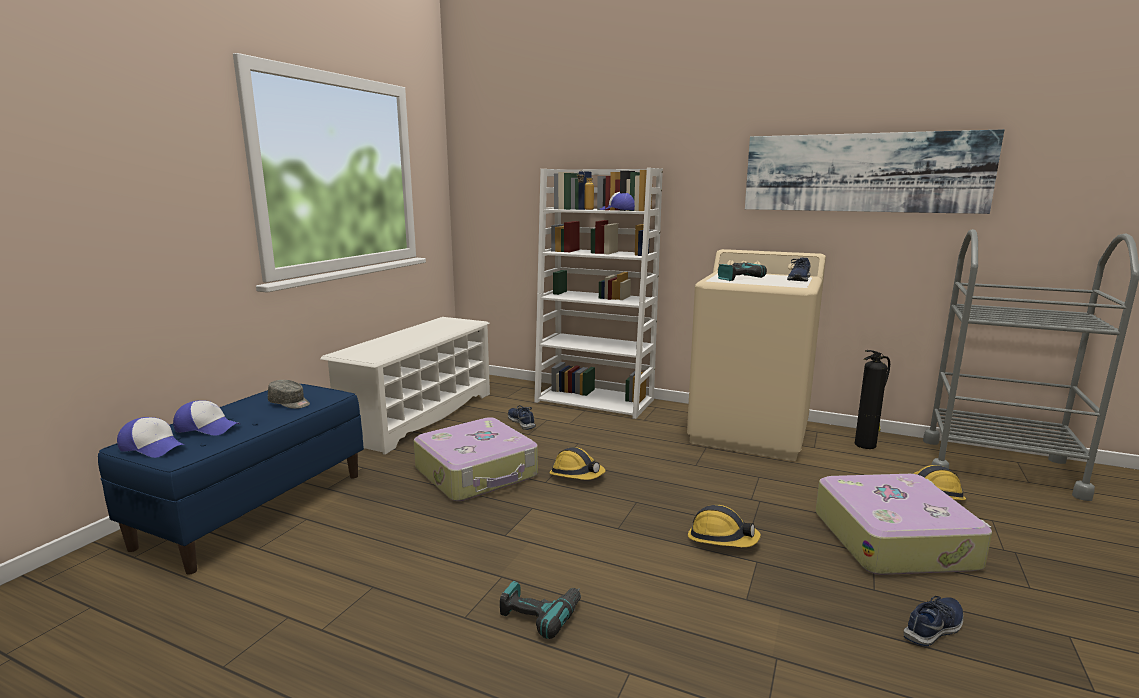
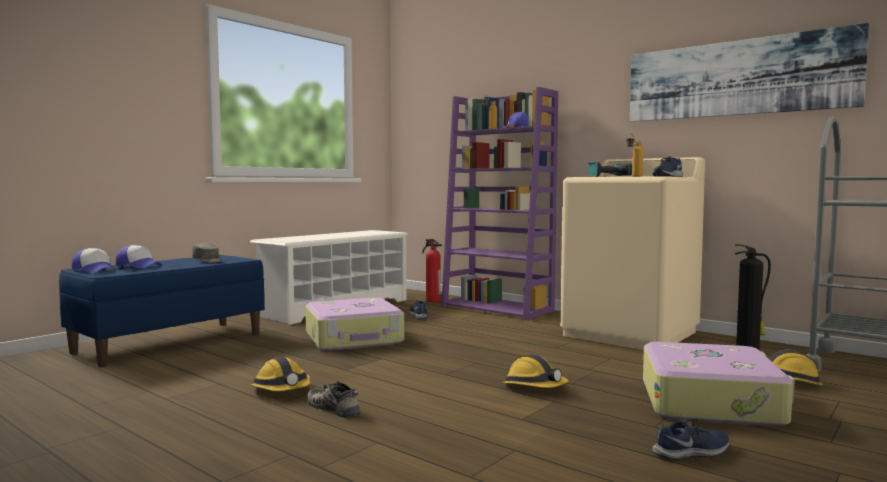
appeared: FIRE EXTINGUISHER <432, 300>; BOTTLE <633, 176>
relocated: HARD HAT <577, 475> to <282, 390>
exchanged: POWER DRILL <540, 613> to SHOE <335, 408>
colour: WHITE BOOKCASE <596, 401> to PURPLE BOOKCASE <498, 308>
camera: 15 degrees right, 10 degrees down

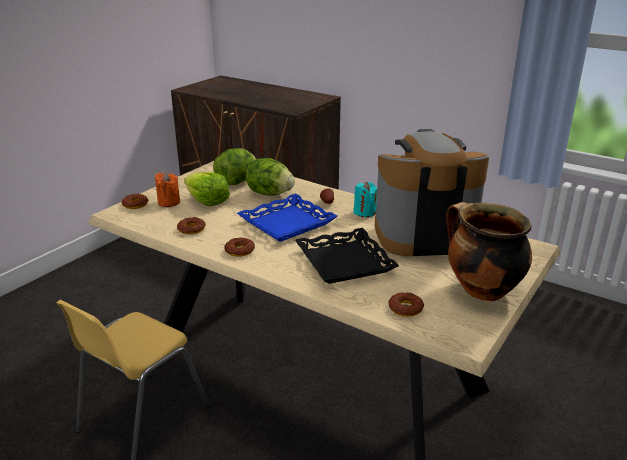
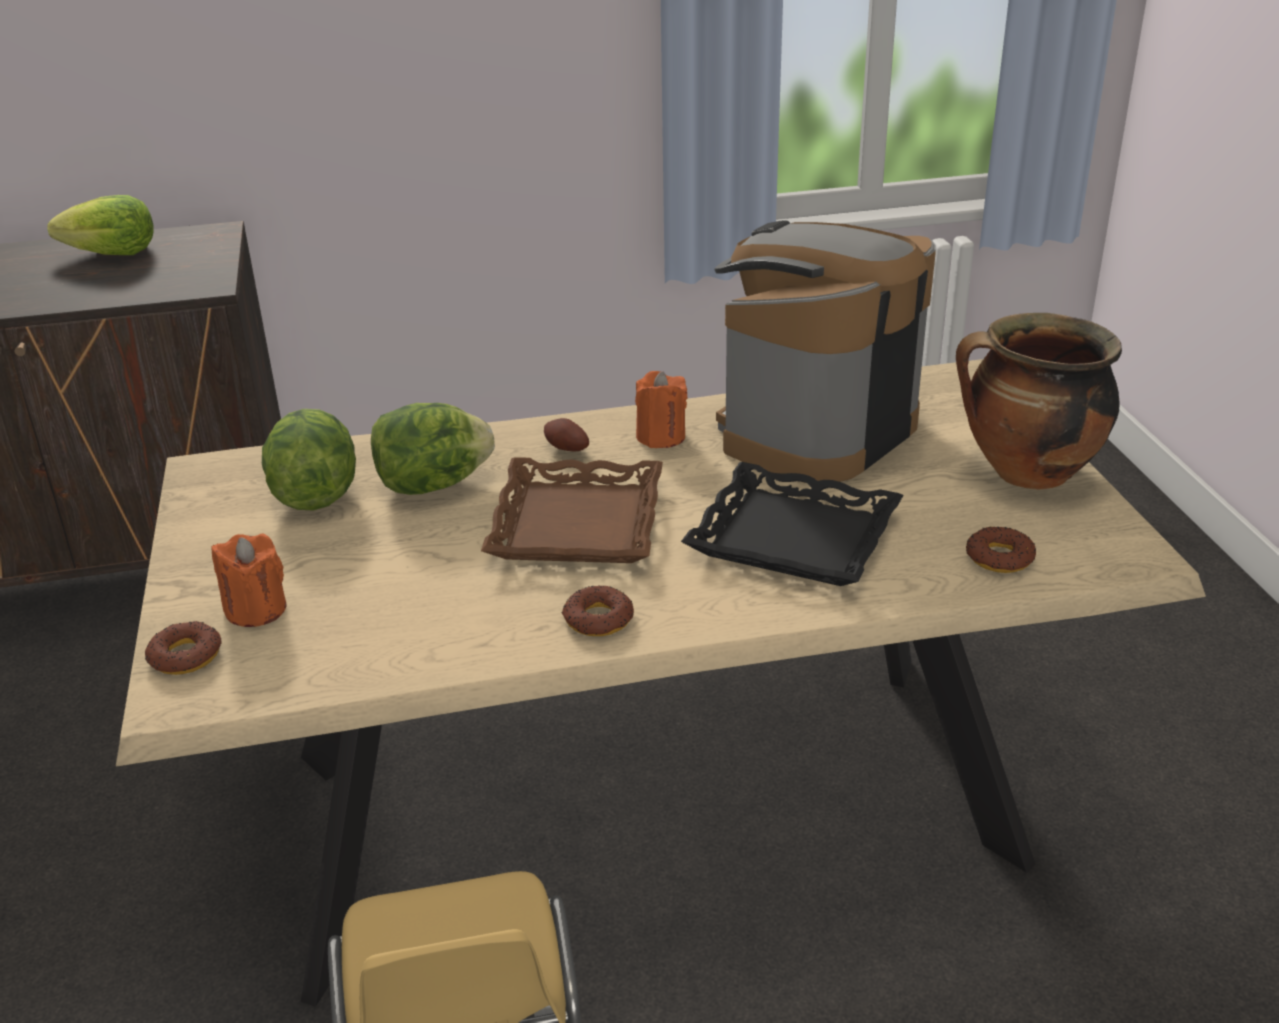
missing: DONUT <191, 229>
relocated: LETTUCE <207, 201> to <113, 254>
colour: BLUE TRAY <287, 223> to BROWN TRAY <579, 524>; TURQUOISE CANDLE <364, 212> to ORANGE CANDLE <661, 437>
camera: 45 degrees left, 5 degrees up

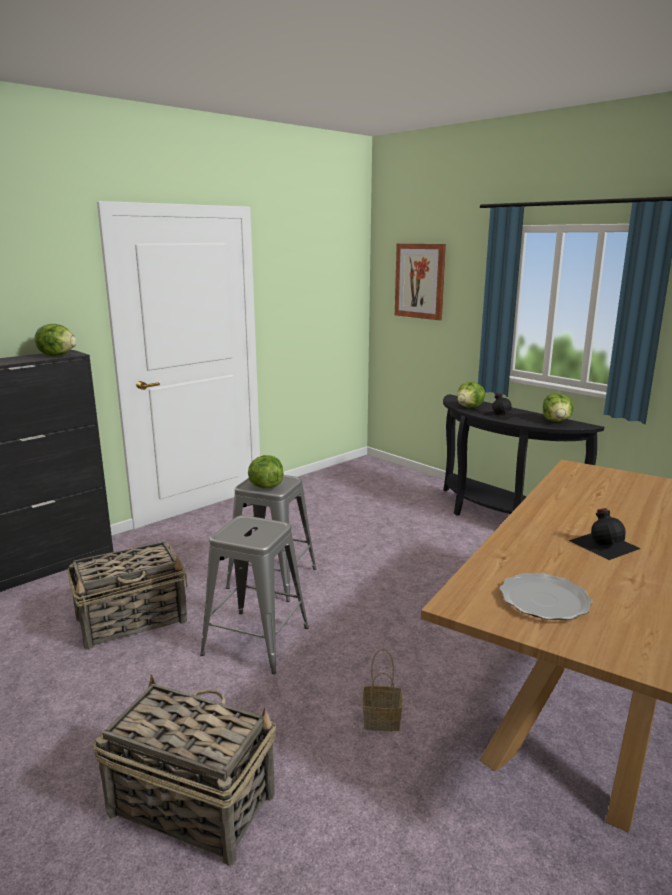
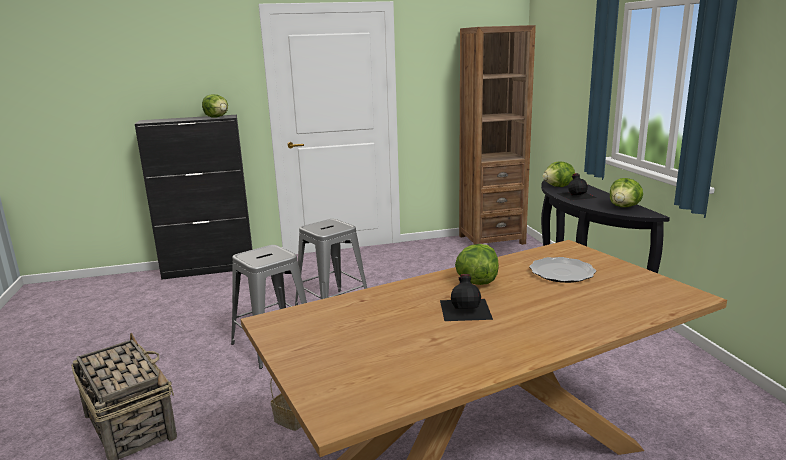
missing: BASKET <133, 620>; PICTURE <420, 281>
appeared: BROWN BOOKCASE <491, 239>
relocated: LETTUCE <265, 487> to <476, 282>; PLATE <544, 600> to <562, 272>
camera: 30 degrees right, 0 degrees up

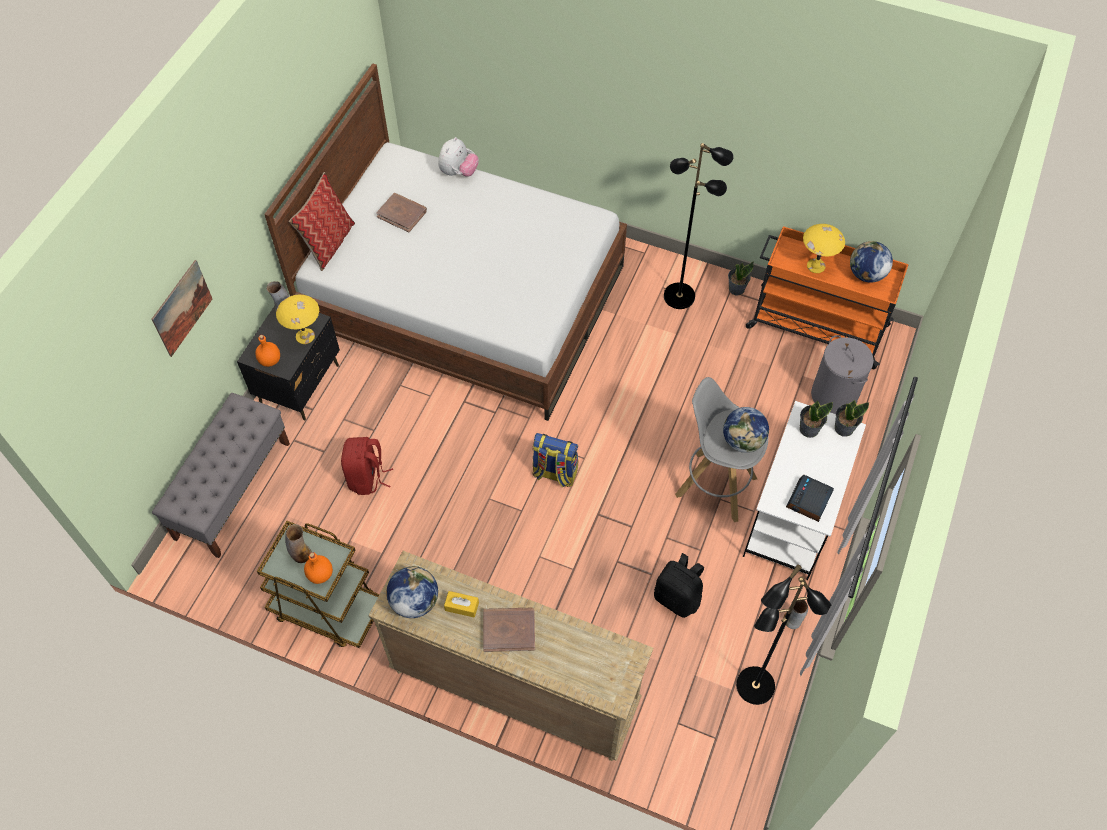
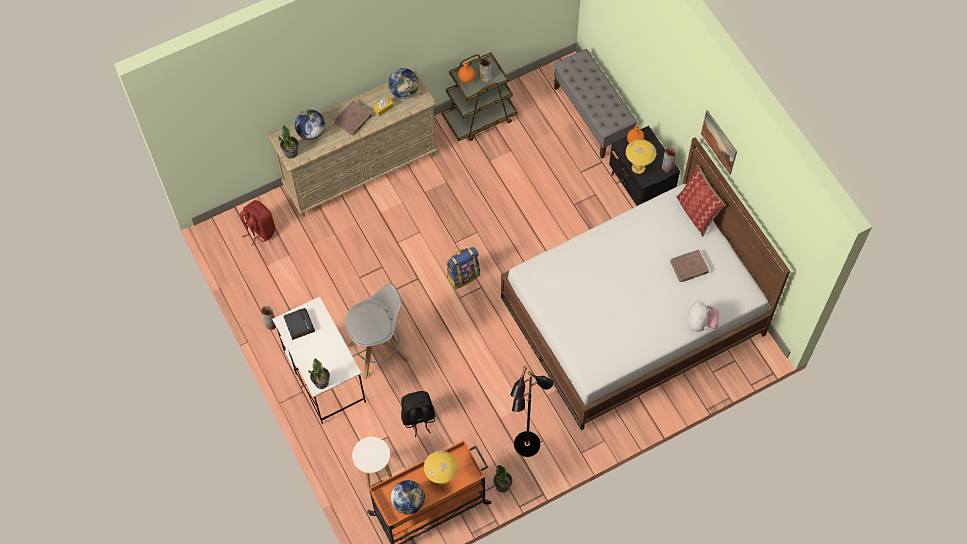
missing: BLACK FLOOR LAMP <755, 687>
relocated: PICTURE <182, 308> to <719, 142>; RED BACKPACK <367, 478> to <259, 230>; BLACK BACKPACK <678, 597> to <418, 418>; GLOBE <743, 441> to <311, 132>; POTTED PLANT <808, 429> to <291, 152>
exchanged: GREY LAUNDRY BASKET <834, 395> to WHITE STOOL <374, 472>
spun: PLUSH TOY <458, 172> = <700, 323> 150 degrees counterclockwise
camera: 130 degrees right, 5 degrees up

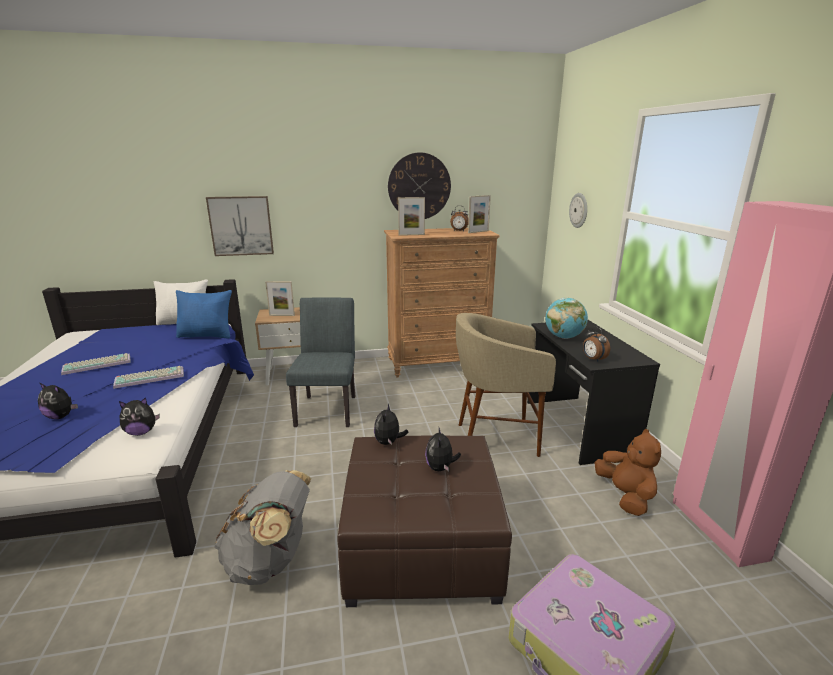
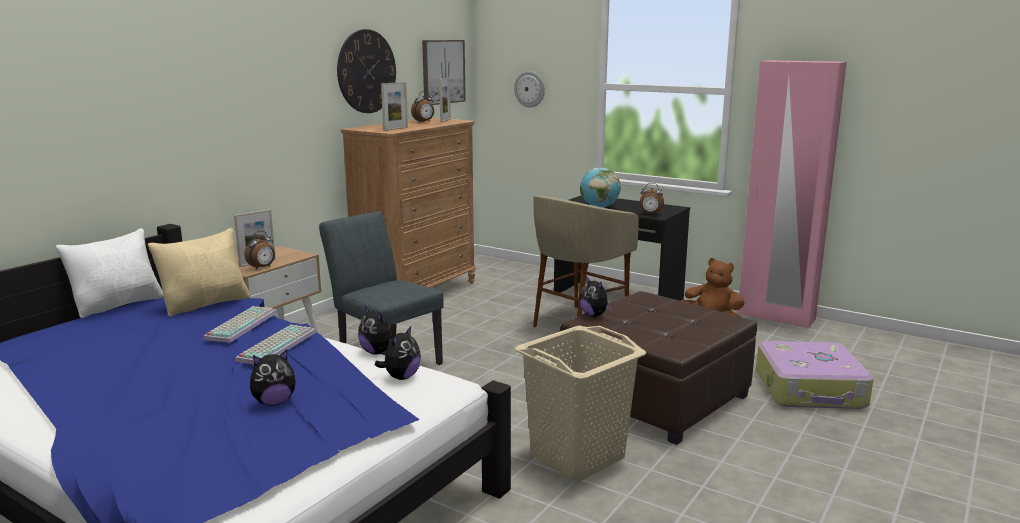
appeared: ALARM CLOCK <262, 267>
relocated: KEYBOARD <98, 364> to <241, 325>; PICTURE <241, 226> to <442, 72>; PLUSH TOY <440, 468> to <378, 352>
exchanged: GREY BACKPACK <270, 560> to BEIGE LAUNDRY BASKET <578, 457>
colour: BLUE PILLOW <207, 335> to BEIGE PILLOW <206, 304>
camera: 45 degrees left, 5 degrees down

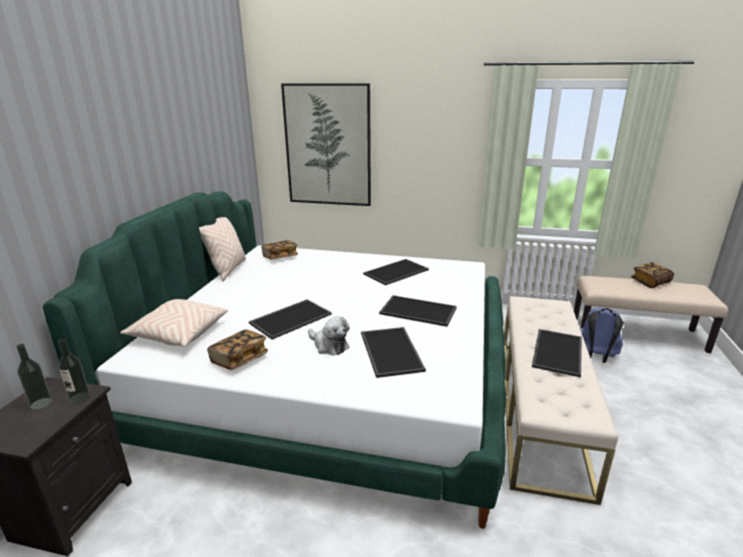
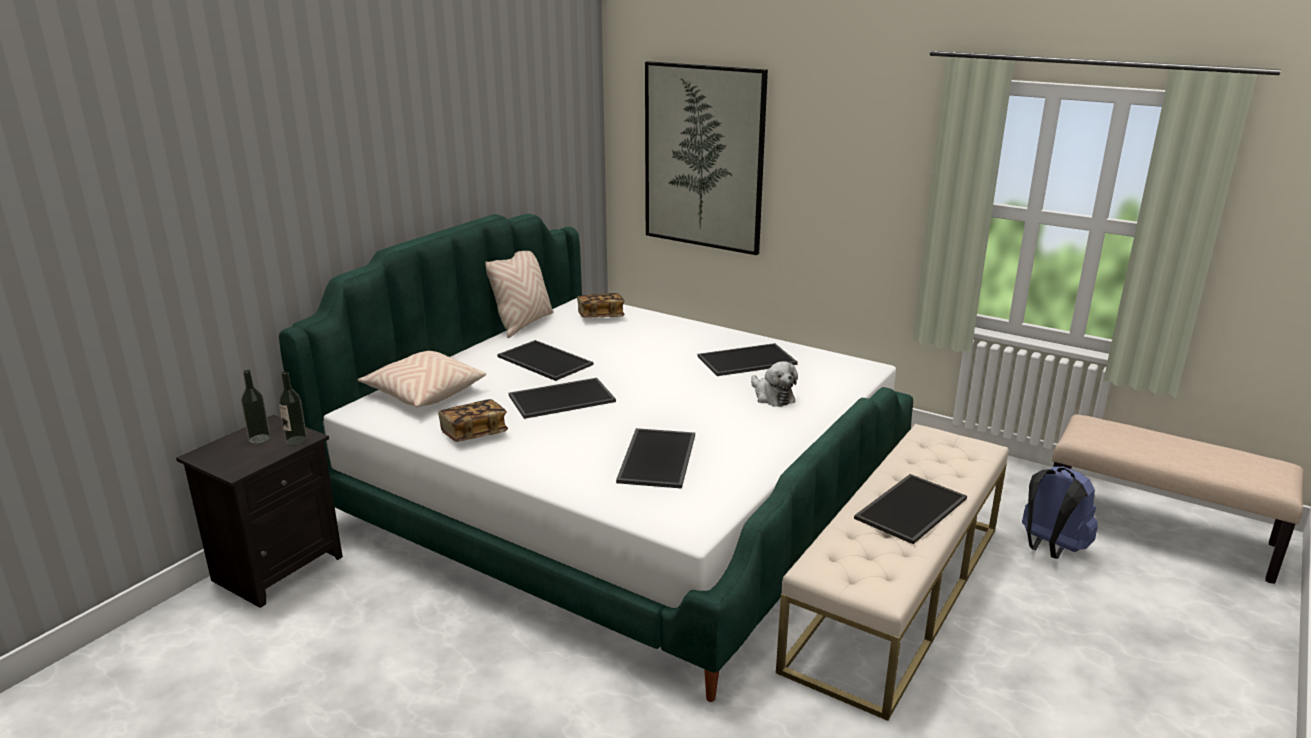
missing: BOOK <650, 282>
relocated: PLUSH TOY <329, 345> to <772, 396>; TRAY <417, 311> to <543, 361>
camera: 20 degrees right, 0 degrees up

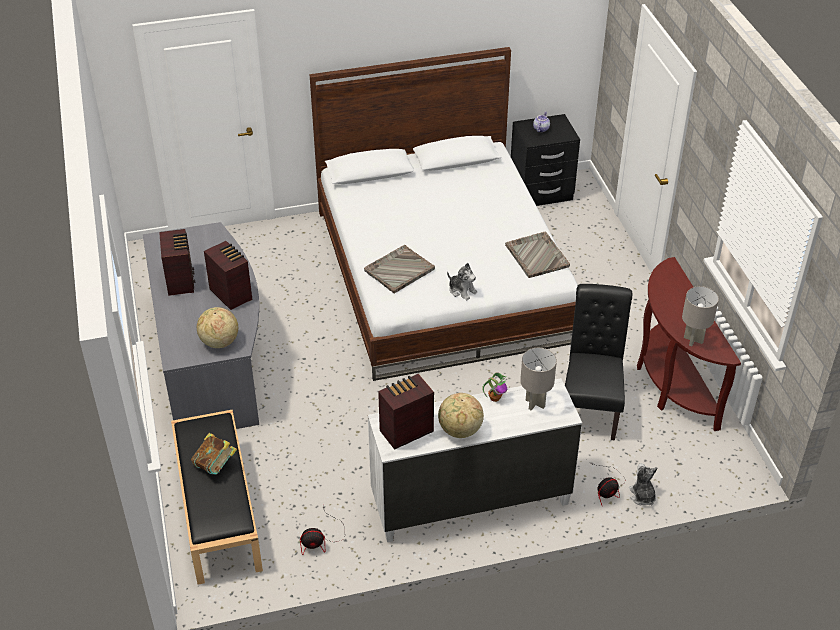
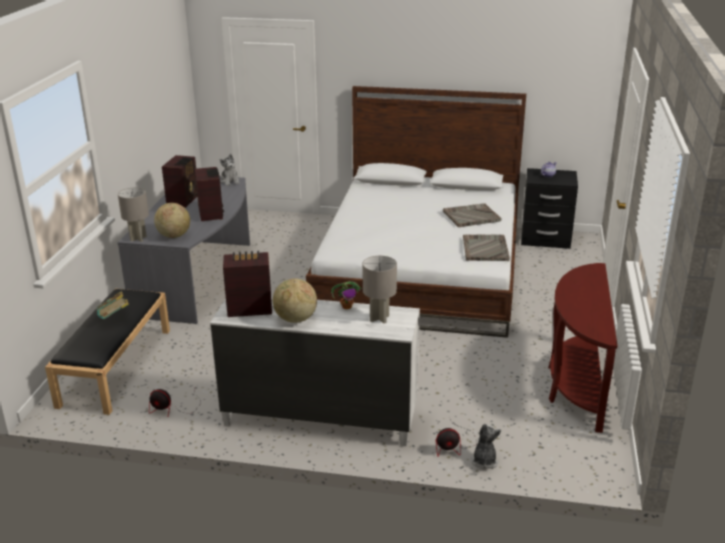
missing: BLACK CHAIR <590, 407>
relocated: GREY TRAY <398, 270> to <471, 216>; PLUSH TOY <462, 290> to <230, 181>; GREY TABLE LAMP <693, 340> to <138, 238>
camera: 25 degrees right, 15 degrees down

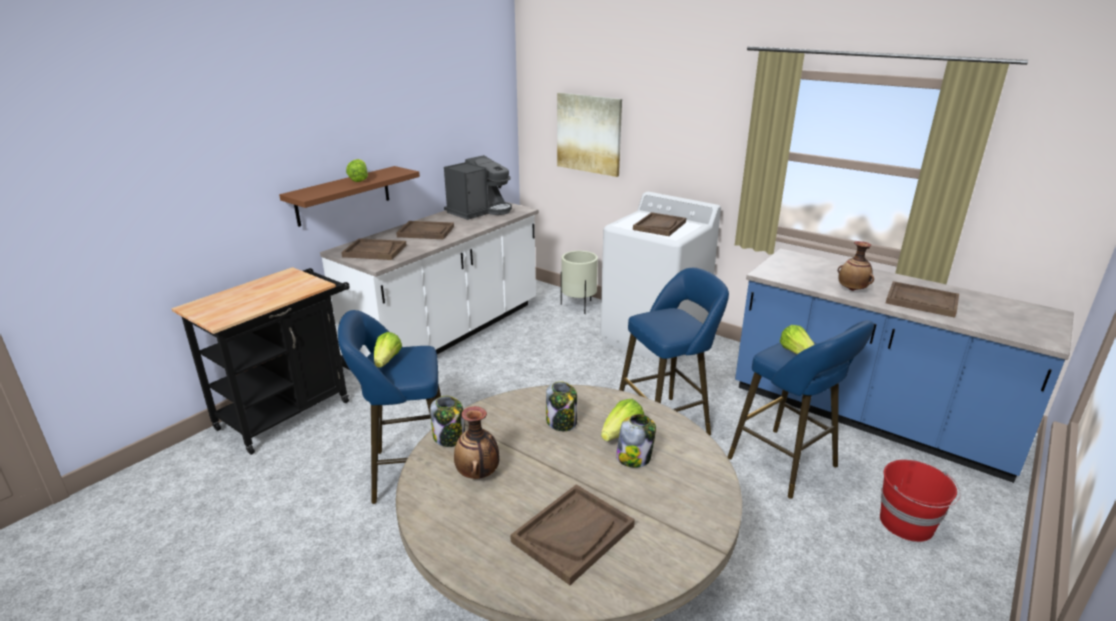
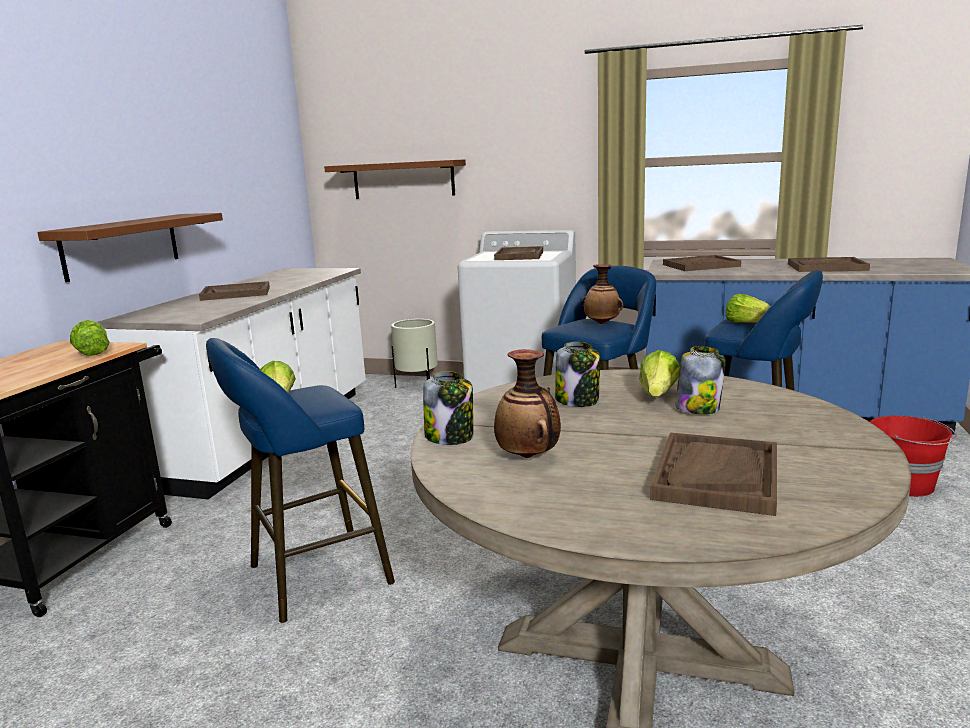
missing: COFFEE MACHINE <479, 211>
relocated: BROWN TRAY <374, 251> to <700, 265>; LETTUCE <359, 179> to <92, 352>; VASE <852, 290> to <602, 323>
exchanged: PICTURE <589, 134> to BROWN SHELF <403, 179>
camera: 20 degrees left, 10 degrees down

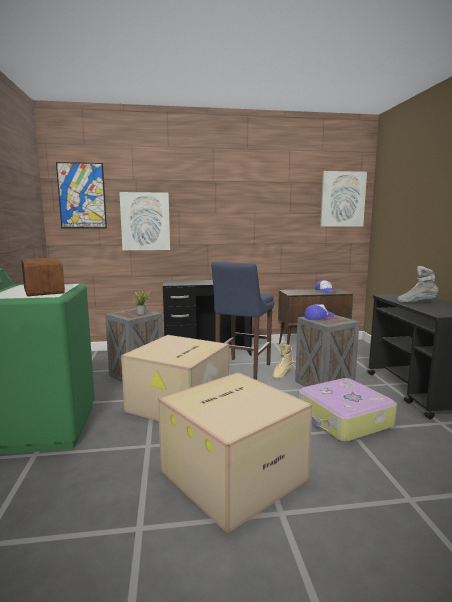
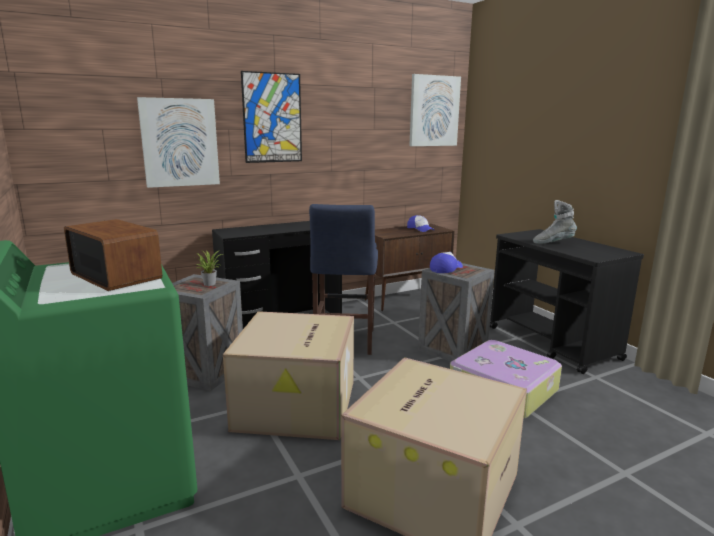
missing: BEIGE BOOT <282, 374>
relocated: PICTURE <82, 196> to <272, 118>
camera: 20 degrees left, 5 degrees up

